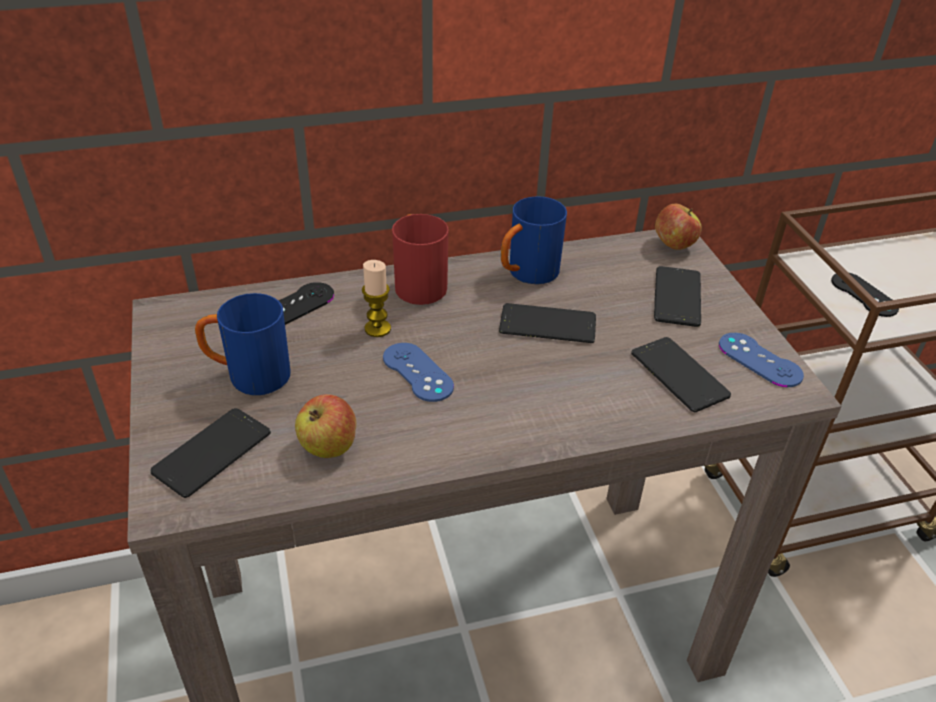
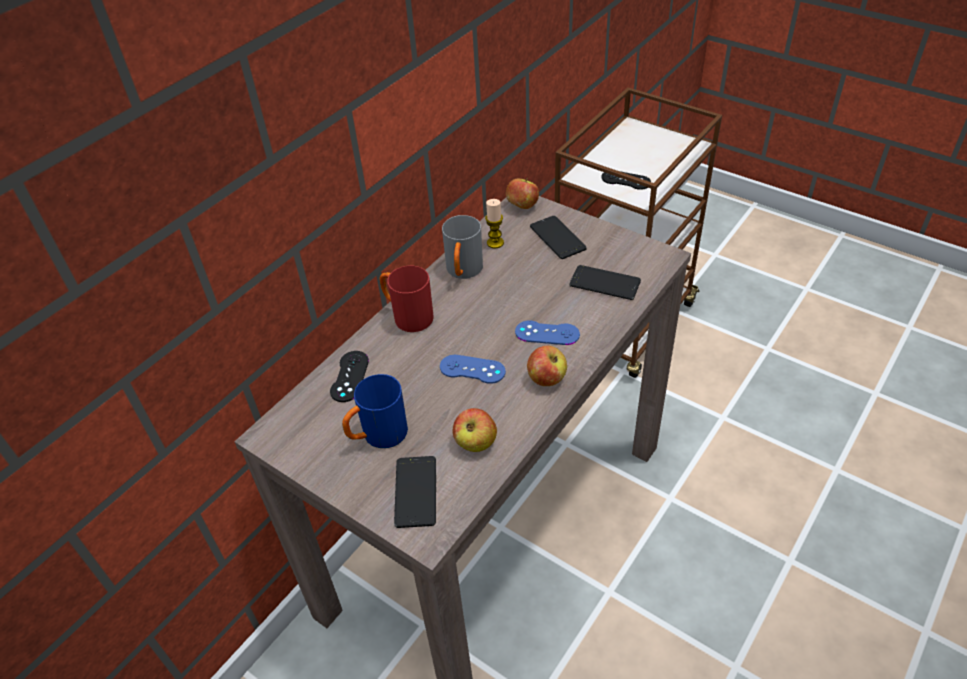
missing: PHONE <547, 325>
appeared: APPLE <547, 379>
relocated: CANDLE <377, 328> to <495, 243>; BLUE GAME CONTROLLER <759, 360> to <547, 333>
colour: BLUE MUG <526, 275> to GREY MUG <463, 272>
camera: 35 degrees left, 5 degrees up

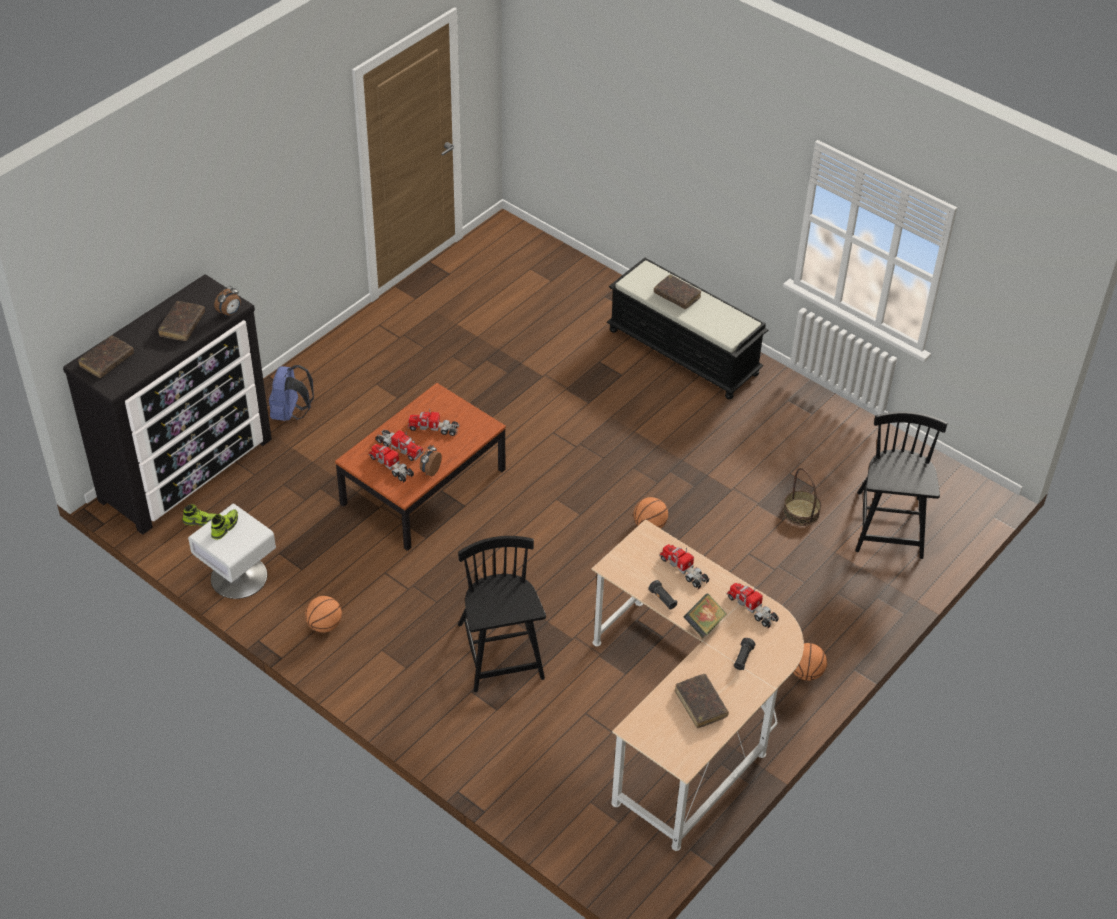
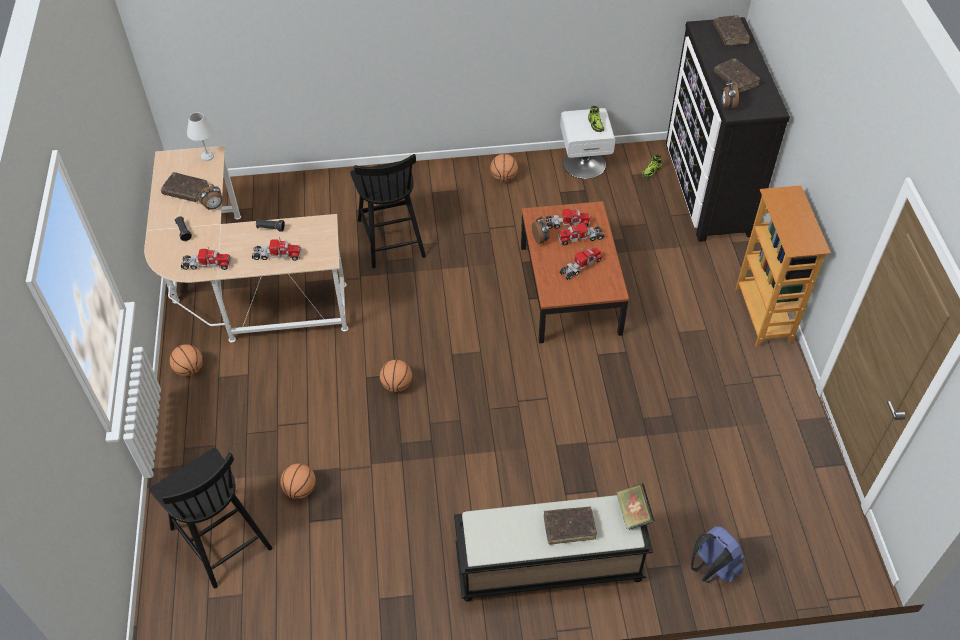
appeared: WHITE TABLE LAMP <207, 157>; ALARM CLOCK <214, 207>; BOOKCASE <764, 316>
relocated: BLUE BACKPACK <291, 413> to <711, 569>; BOOK <704, 624> to <633, 513>
exchanged: BASKET <801, 512> to BASKETBALL <300, 489>
spun: BLACK CHAIR <500, 653> = <391, 237> 45 degrees clockwise
camera: 135 degrees right, 5 degrees up

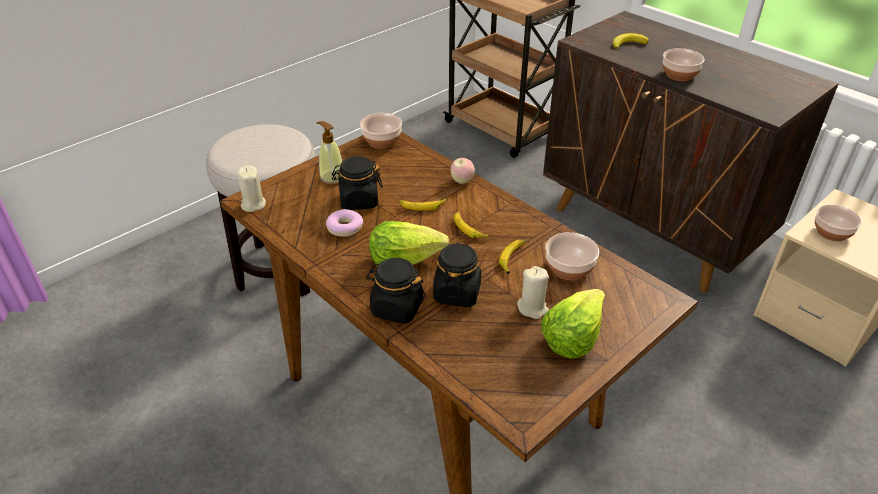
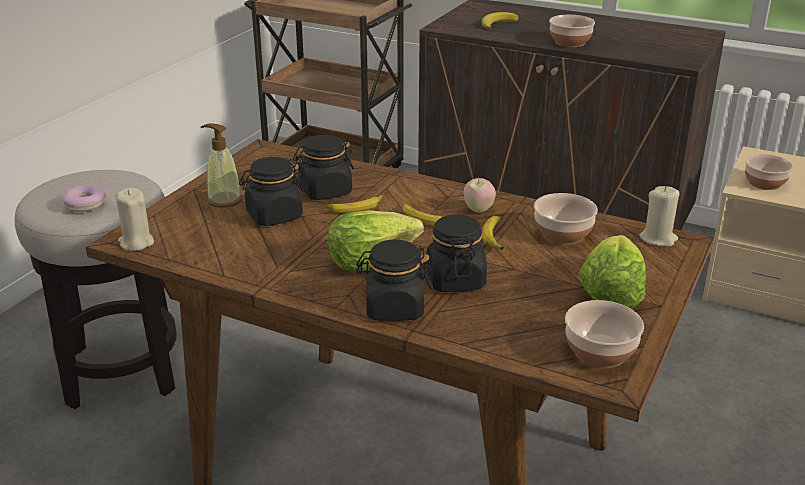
appeared: BLACK JAR <325, 191>
relocated: DONUT <345, 228> to <85, 204>; BOWL <381, 140> to <599, 352>; APPLE <462, 181> to <478, 209>; BEIGE CANDLE <532, 308> to <658, 239>
camera: 20 degrees left, 10 degrees down

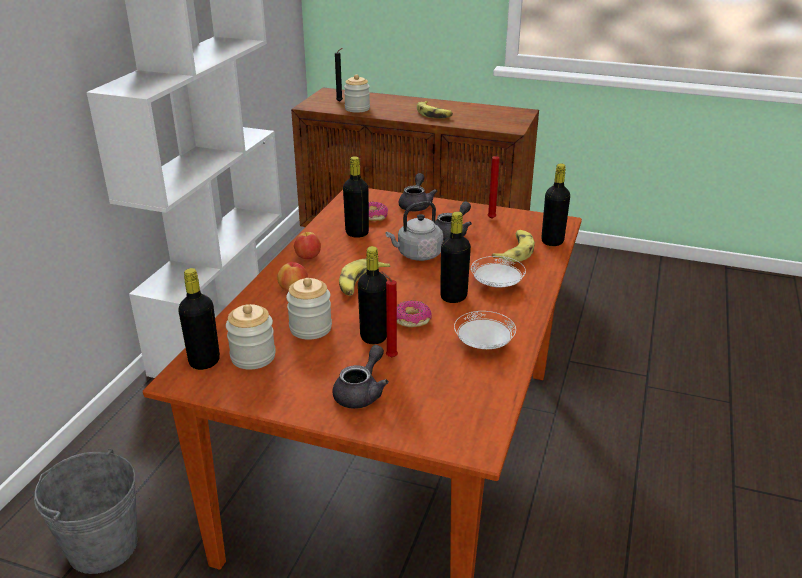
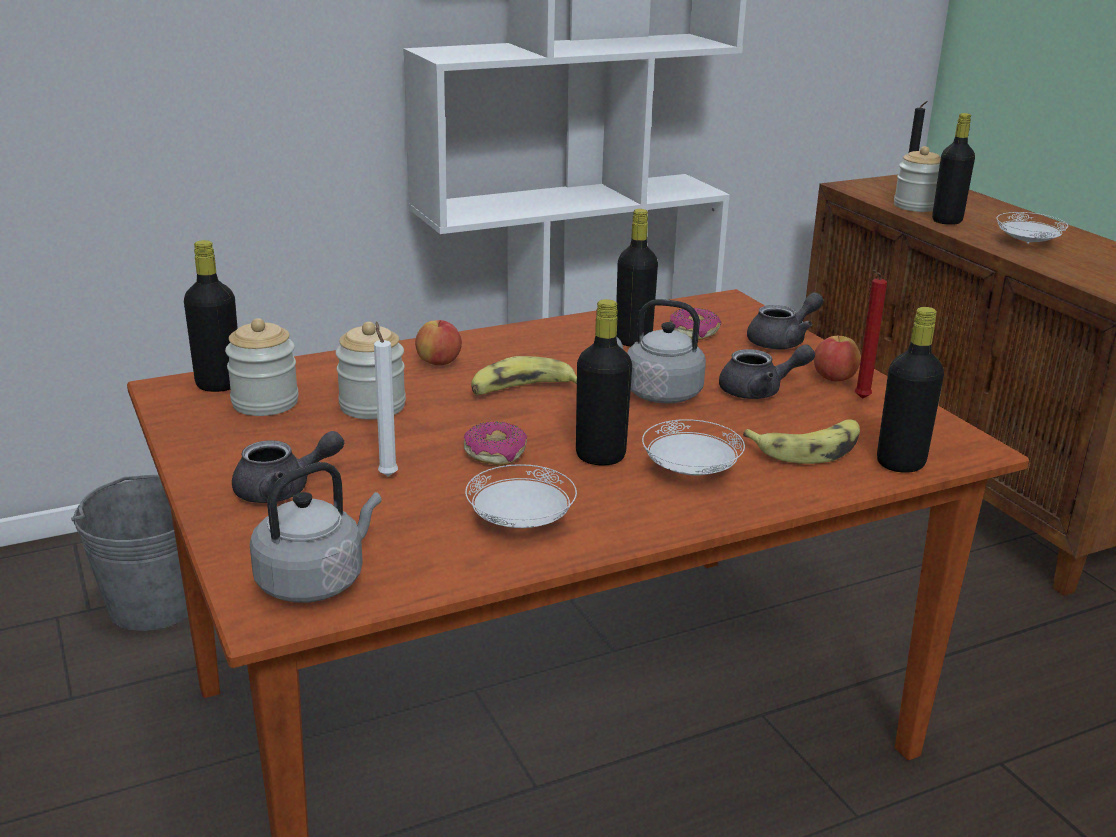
appeared: GREY KETTLE <315, 581>
relocated: APPLE <308, 257> to <834, 378>; BLACK BOTTLE <374, 337> to <947, 221>
exchanged: BANANA <434, 114> to WHITE PLATE <1027, 243>
colour: RED CANDLE <389, 357> to WHITE CANDLE <387, 475>
camera: 45 degrees right, 5 degrees down

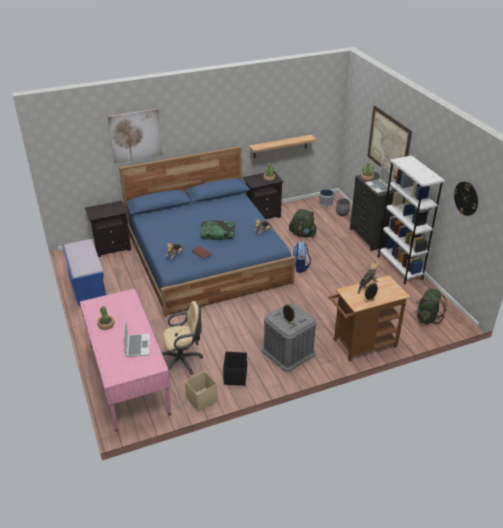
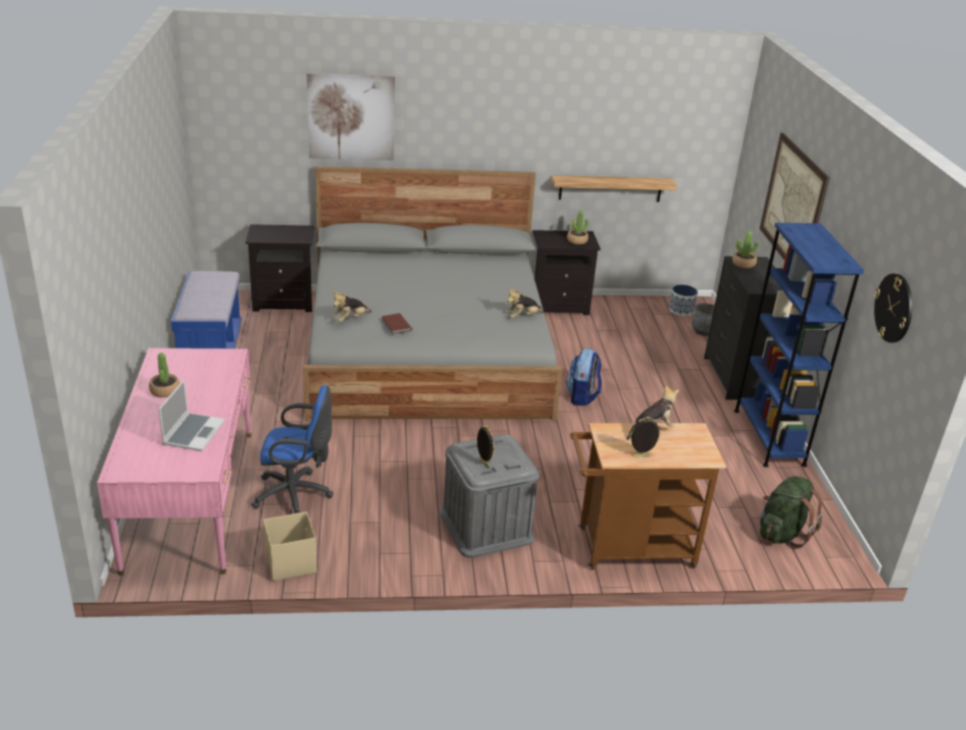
missing: PILLOW <218, 233>; BLACK STORAGE BOX <235, 376>; GREEN BACKPACK <302, 234>; LAPTOP <378, 187>
colour: BLUE BED <207, 259> to GREY BED <427, 350>; BEIGE OFFICE CHAIR <183, 361> to BLUE OFFICE CHAIR <296, 495>; WHITE BOOKCASE <399, 267> to BLUE BOOKCASE <769, 437>
camera: 15 degrees right, 5 degrees down

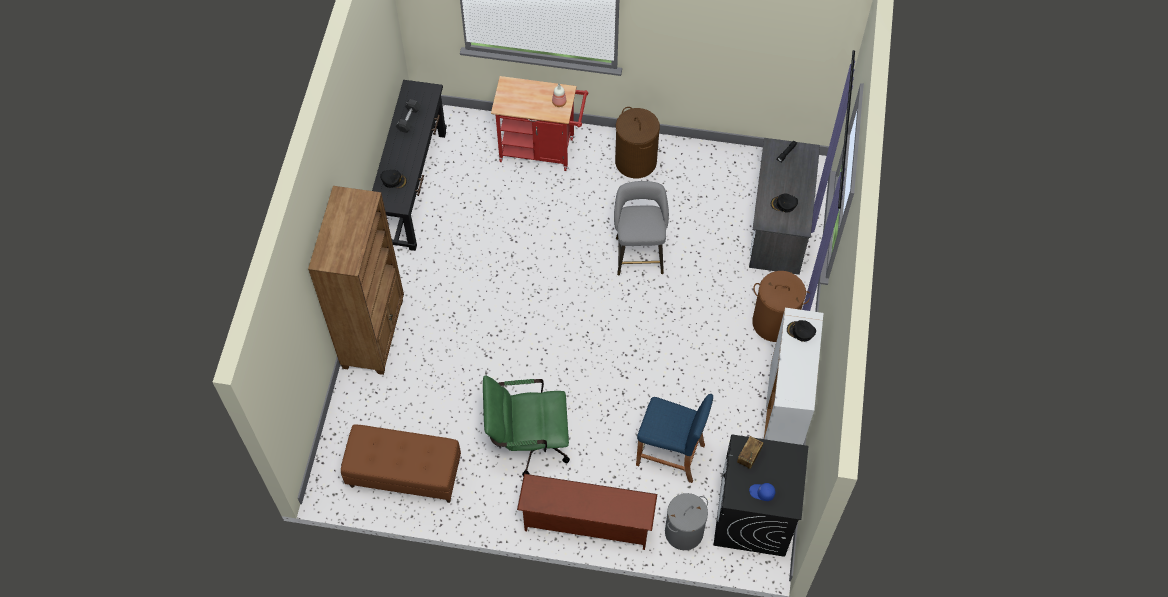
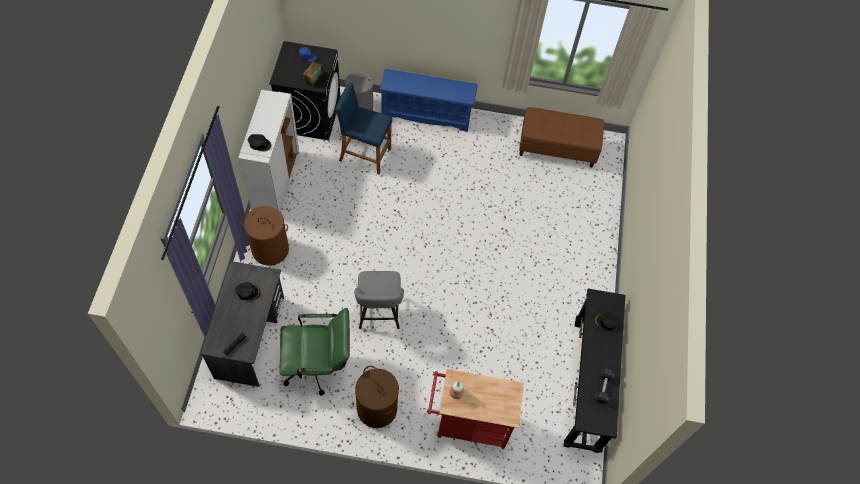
missing: BROWN BOOKCASE <374, 333>
relocated: GREEN OFFICE CHAIR <528, 442> to <318, 365>
colour: BROWN SHOE RACK <586, 524> to BLUE SHOE RACK <427, 114>
camera: 175 degrees right, 0 degrees up

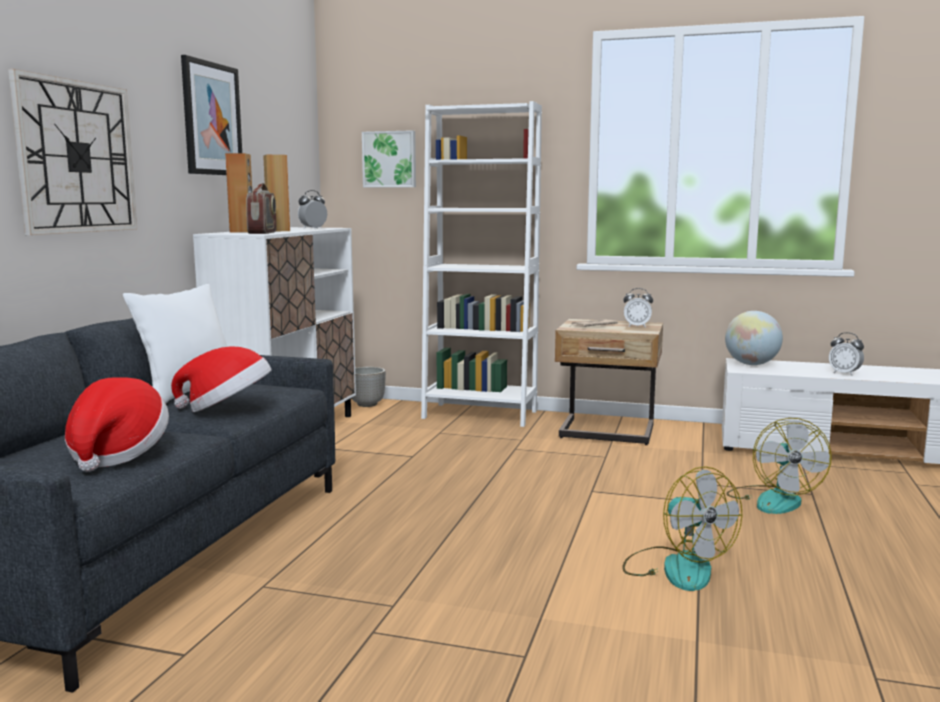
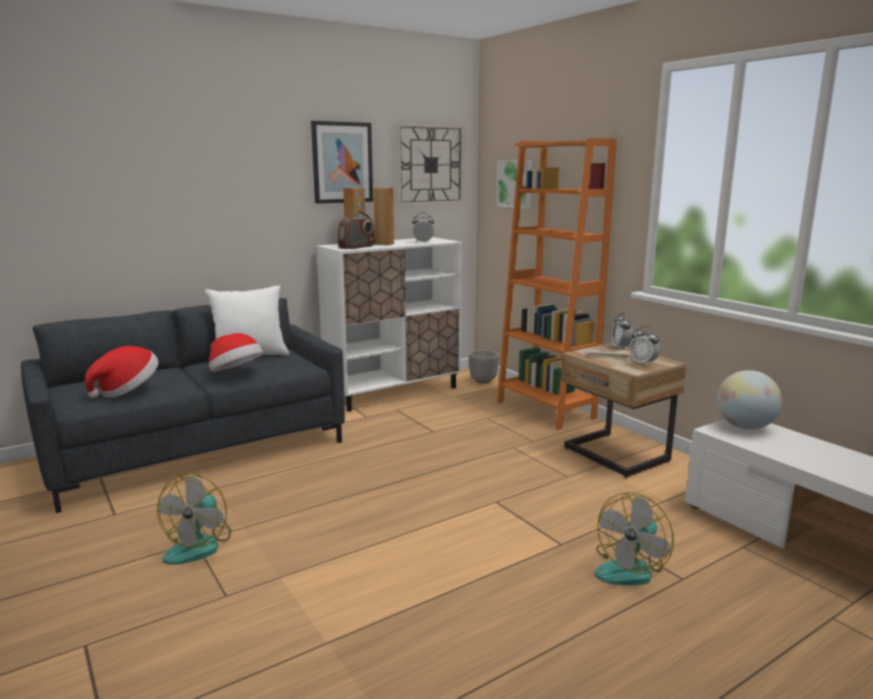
relocated: WALL CLOCK <76, 157> to <430, 165>; FAN <676, 567> to <199, 545>; ALARM CLOCK <844, 373> to <621, 347>
colour: WHITE BOOKCASE <480, 414> to ORANGE BOOKCASE <545, 410>
camera: 40 degrees right, 5 degrees up

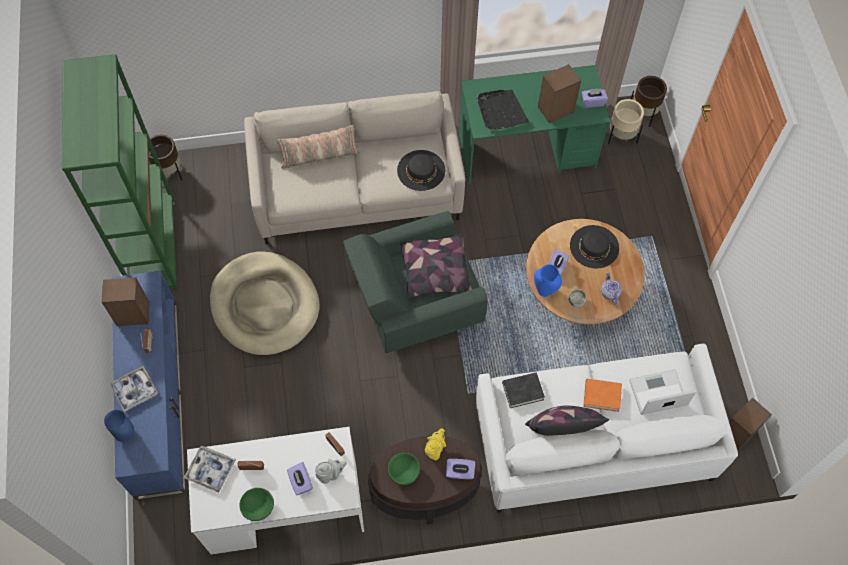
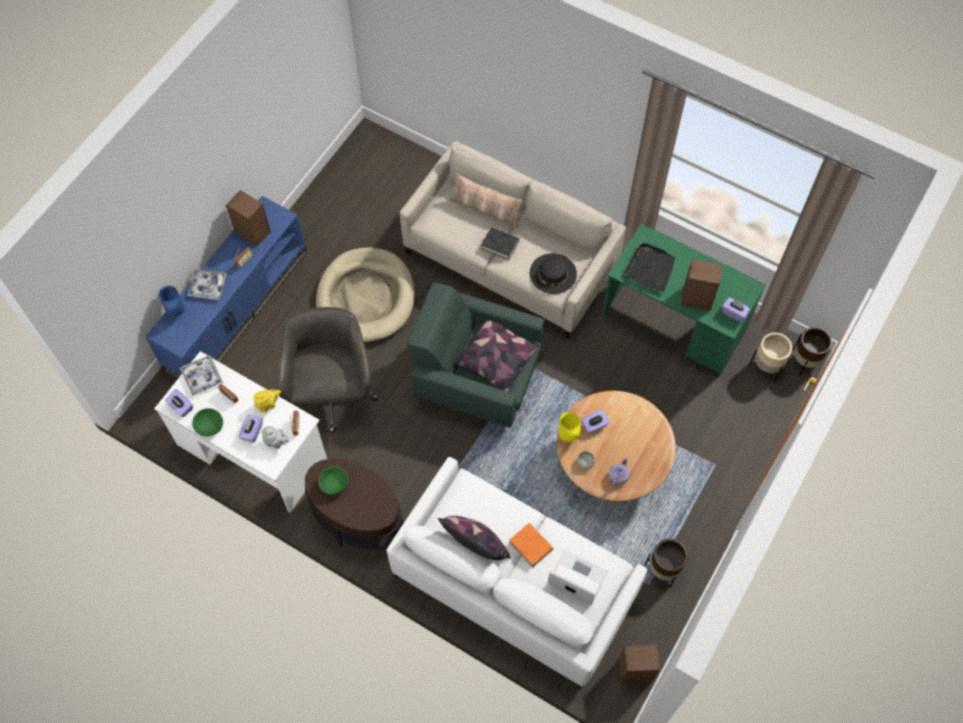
missing: GREEN BOOKCASE <154, 245>; BLACK HAT <594, 246>
appeared: GREY OFFICE CHAIR <332, 393>
relocated: BROWN PLANTER <169, 172> to <663, 570>; YELLOW TEAPOT <435, 449> to <268, 404>; PURPLE TISSUE BOX <460, 472> to <181, 407>; BLACK BOOK <522, 391> to <500, 245>
colour: BLUE VASE <544, 291> to YELLOW VASE <567, 436>
camera: 40 degrees right, 0 degrees up

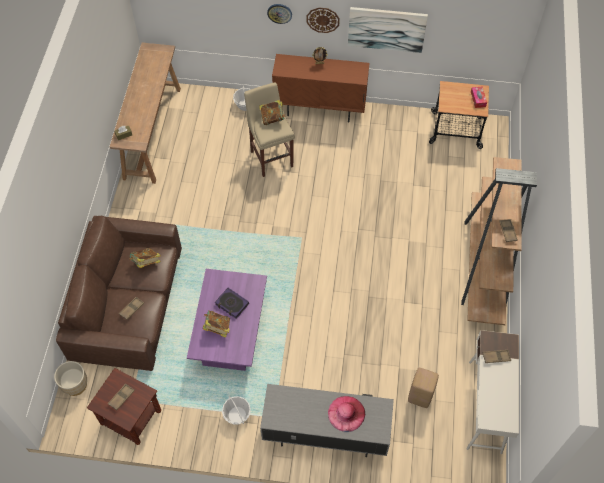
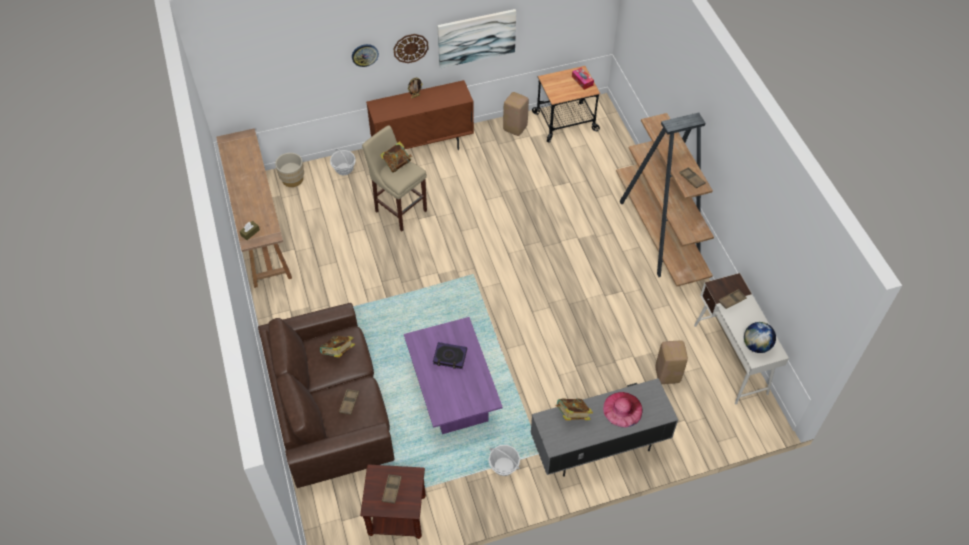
appeared: BEIGE STOOL <515, 128>; GLOBE <756, 345>
relocated: BEIGE PLANTER <75, 385> to <292, 179>; BOOK <217, 328> to <572, 415>
camera: 25 degrees left, 5 degrees down

